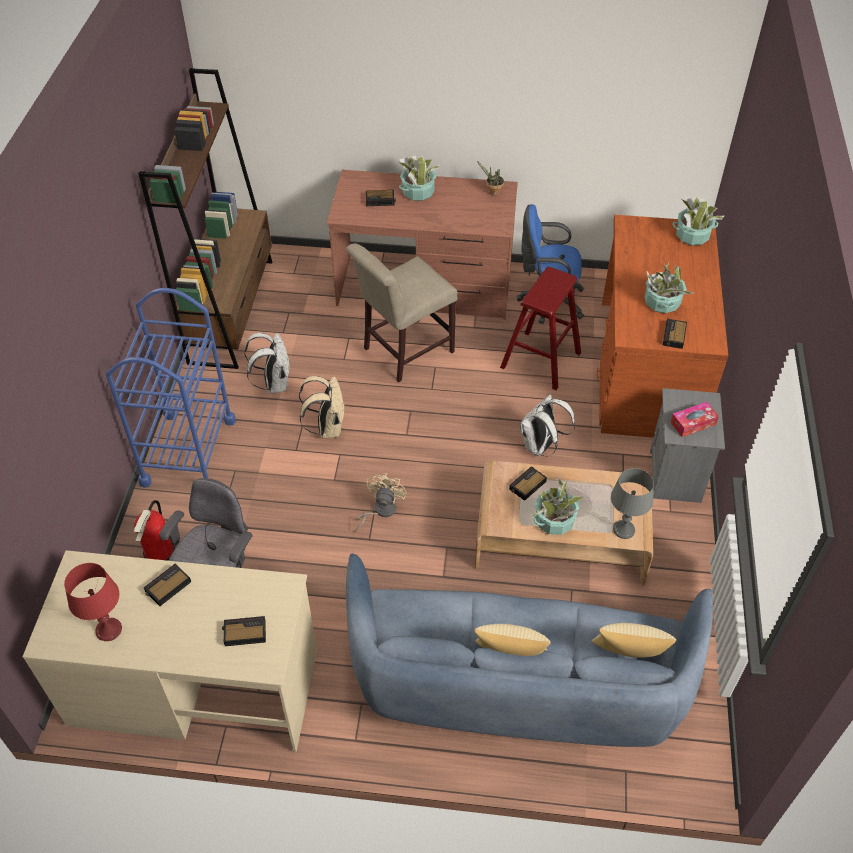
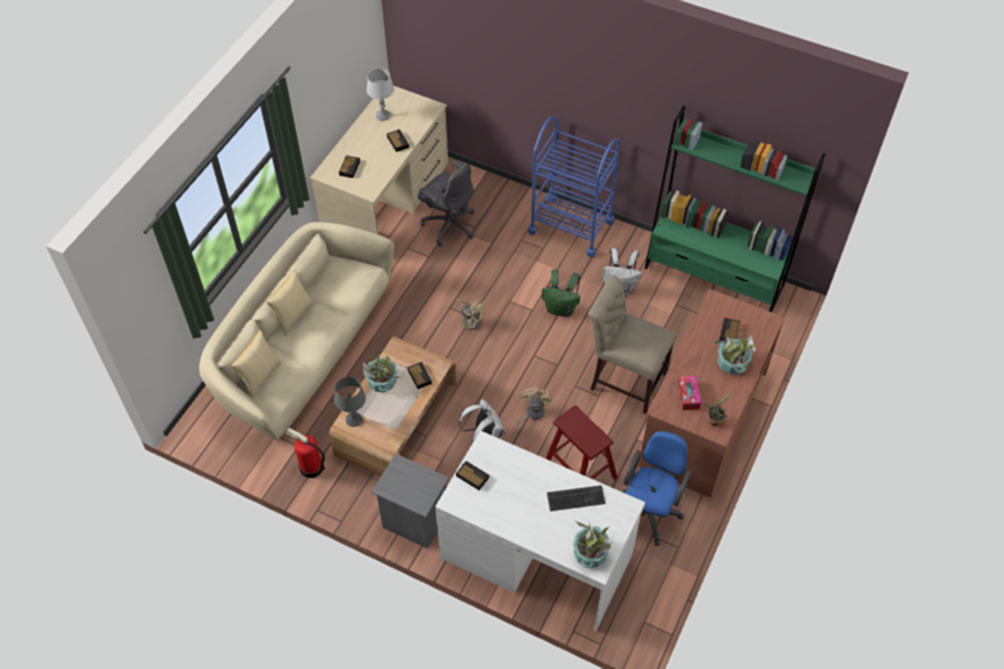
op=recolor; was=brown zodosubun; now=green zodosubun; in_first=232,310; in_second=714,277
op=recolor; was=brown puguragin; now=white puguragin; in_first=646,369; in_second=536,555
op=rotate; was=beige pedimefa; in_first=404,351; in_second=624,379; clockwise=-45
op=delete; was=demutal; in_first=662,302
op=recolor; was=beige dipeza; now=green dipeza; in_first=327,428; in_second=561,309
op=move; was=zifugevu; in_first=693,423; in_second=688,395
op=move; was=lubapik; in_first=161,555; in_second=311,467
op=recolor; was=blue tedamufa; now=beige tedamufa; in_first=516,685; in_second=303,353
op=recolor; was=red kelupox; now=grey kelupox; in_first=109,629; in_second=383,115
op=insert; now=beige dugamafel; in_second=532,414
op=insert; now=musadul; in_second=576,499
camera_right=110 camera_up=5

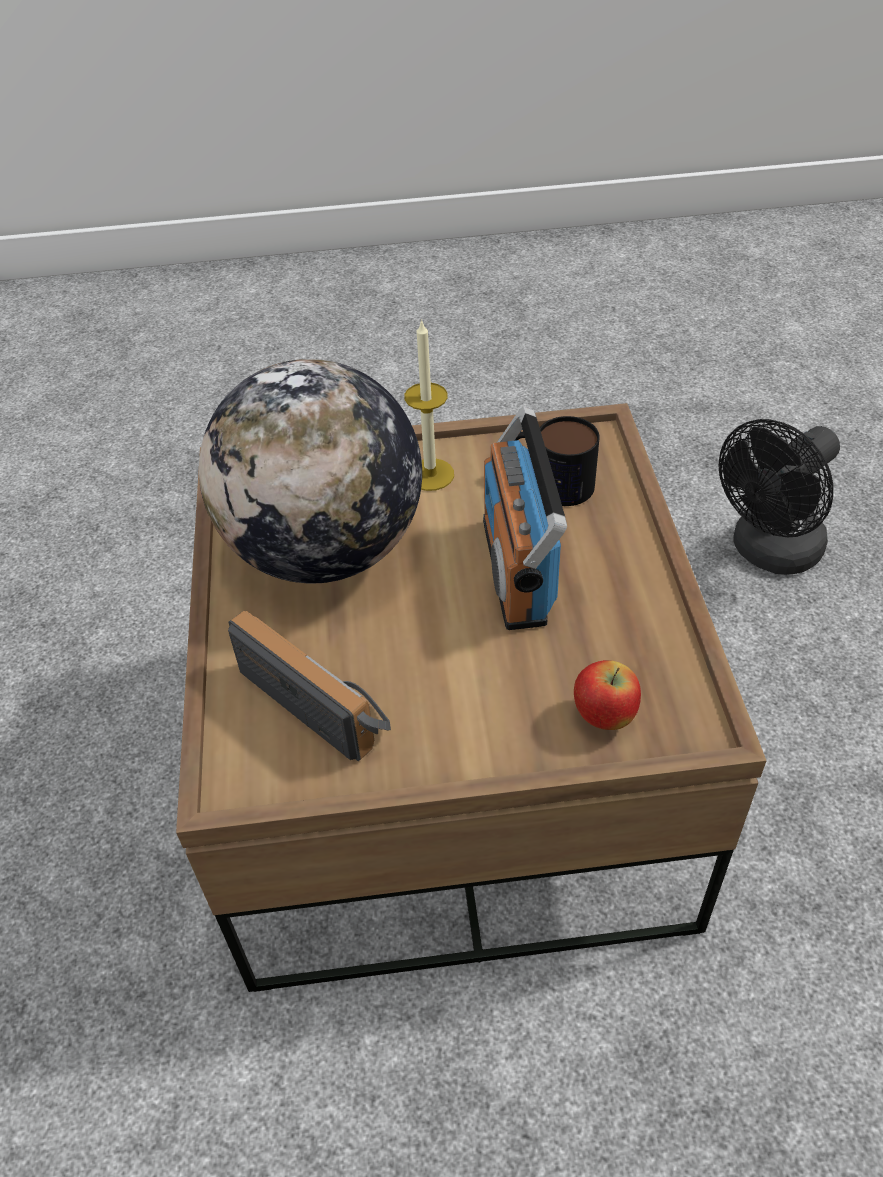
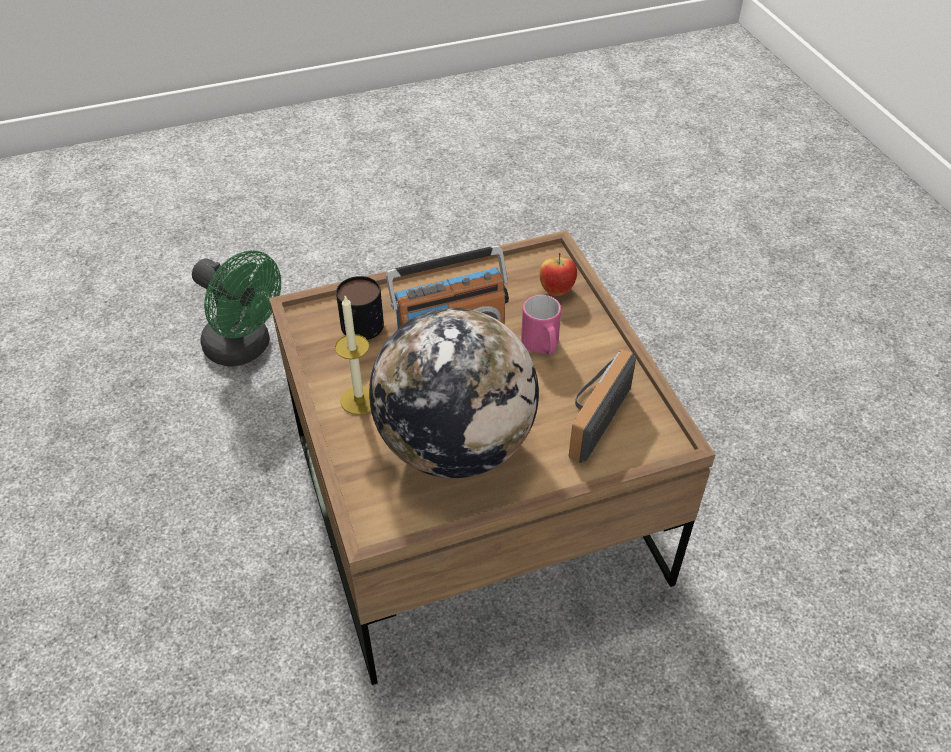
op=recolor; was=black dugamafel; now=green dugamafel; in_first=768,553; in_second=245,348
op=insert; now=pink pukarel; in_second=542,347
camera_right=-105 camera_up=0

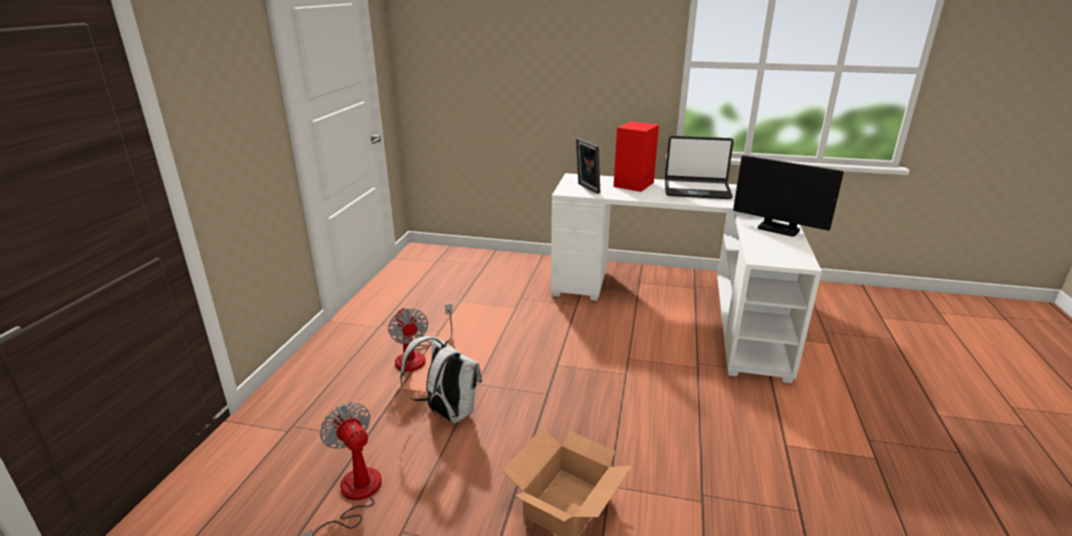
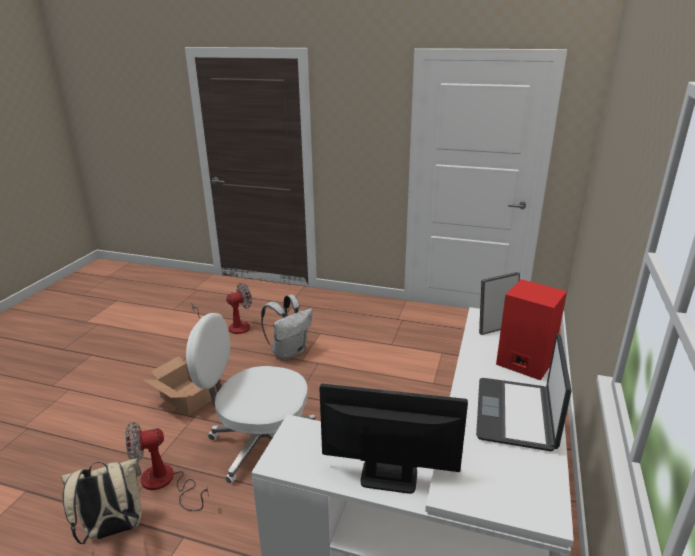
op=rotate; was=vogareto; in_first=778,229; in_second=388,476; clockwise=60
op=move; was=dugamafel; in_first=418,356; in_second=165,483
op=insert; now=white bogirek; in_second=260,444
op=insert; now=beige dipeza; in_second=113,530
camera_right=95 camera_up=0

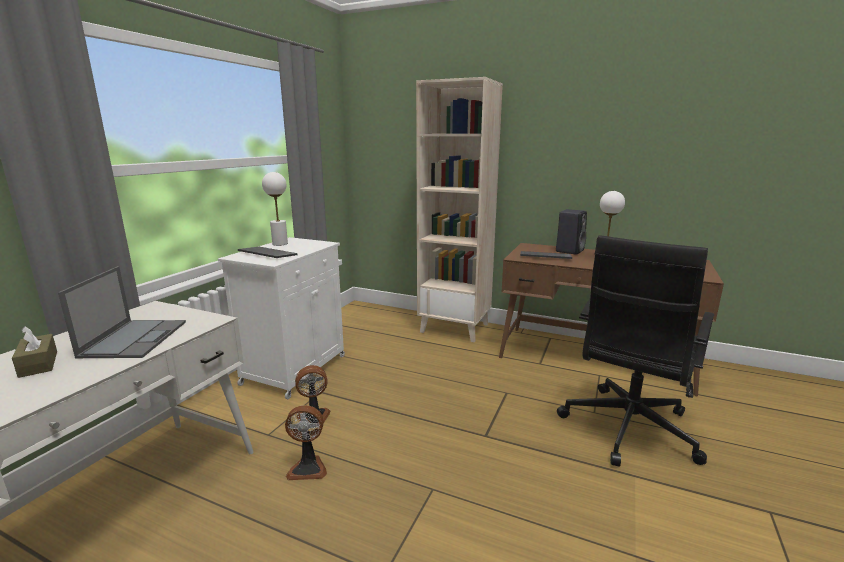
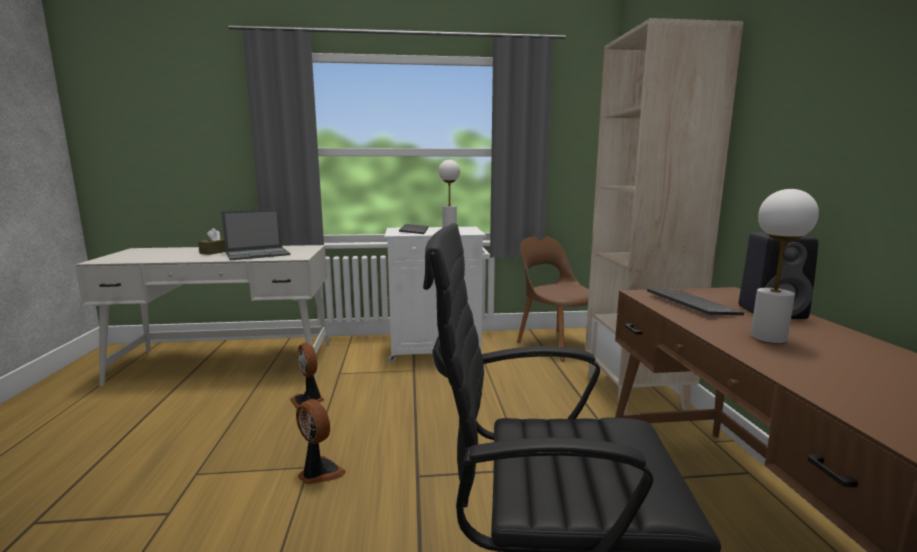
op=move; was=dugamafel; in_first=314,418; in_second=319,473
op=insert; now=brown pedimefa; in_second=557,344
camera_right=60 camera_up=-5

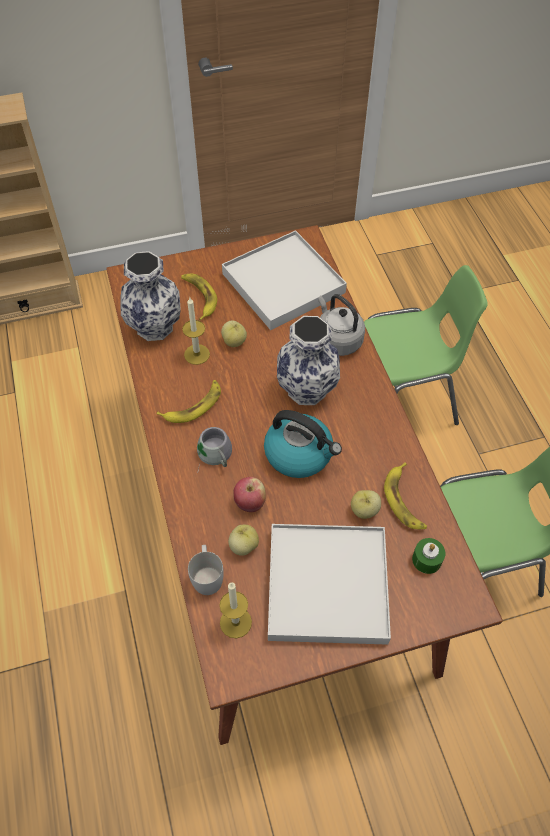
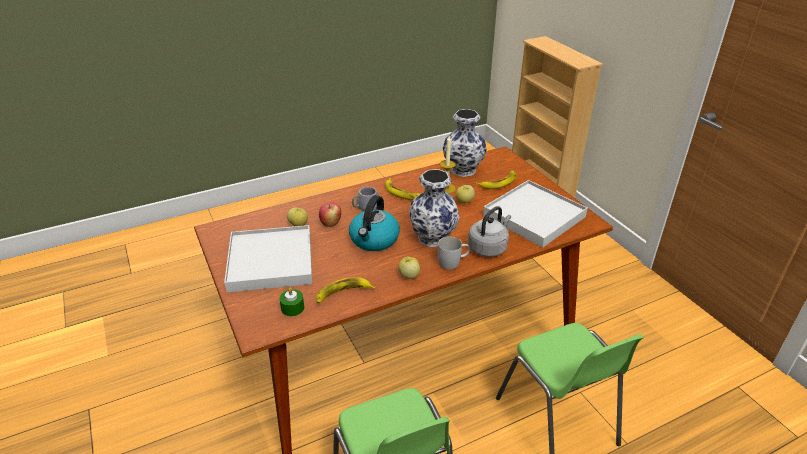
op=move; was=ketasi; in_first=364,511; in_second=409,275
op=move; was=white pukarel; in_first=207,575; in_second=453,262
op=delete; was=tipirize; in_first=235,622
camera_right=80 camera_up=-20

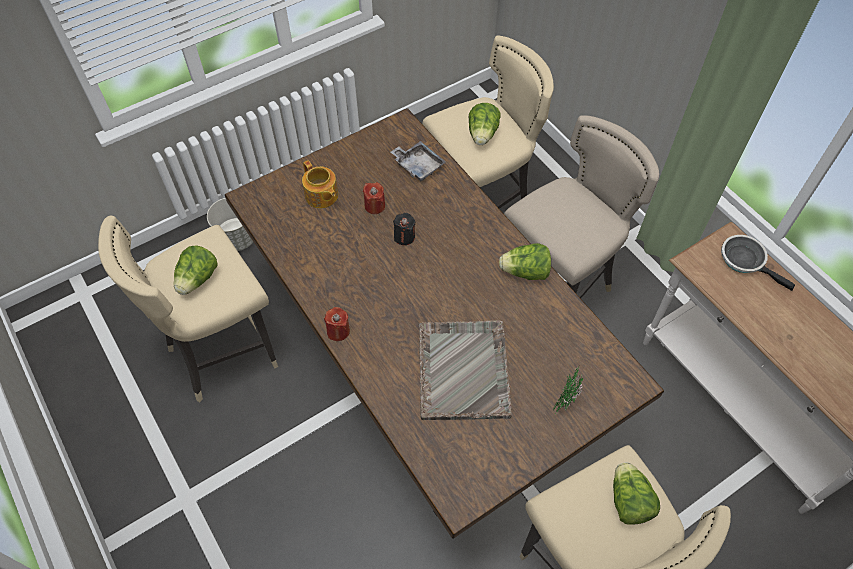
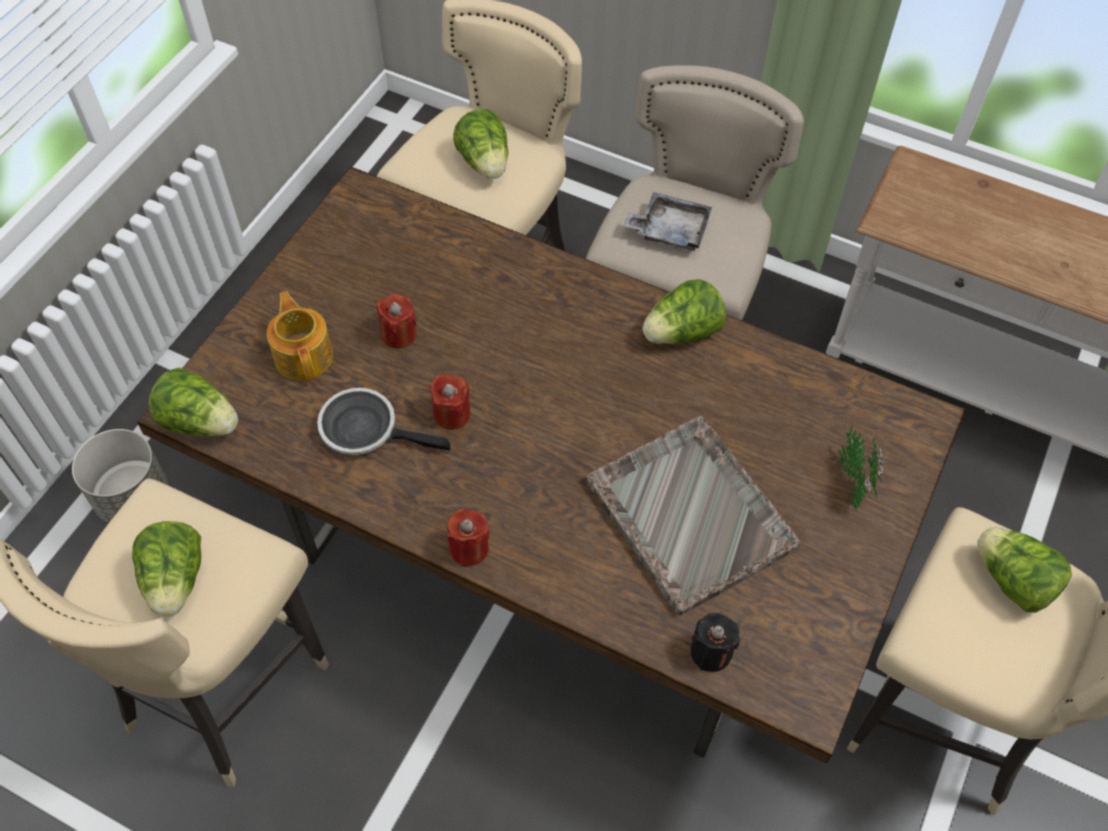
op=move; was=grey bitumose; in_first=418,165; in_second=669,230
op=rotate; was=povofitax; in_first=321,196; in_second=304,355; clockwise=-135
op=move; was=black tipirize; in_first=404,237; in_second=711,652
op=move; was=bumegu; in_first=745,260; in_second=366,430
op=insert; now=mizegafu; in_second=200,422
op=insert; now=red tipirize; in_second=452,414
camera_right=-30 camera_up=0

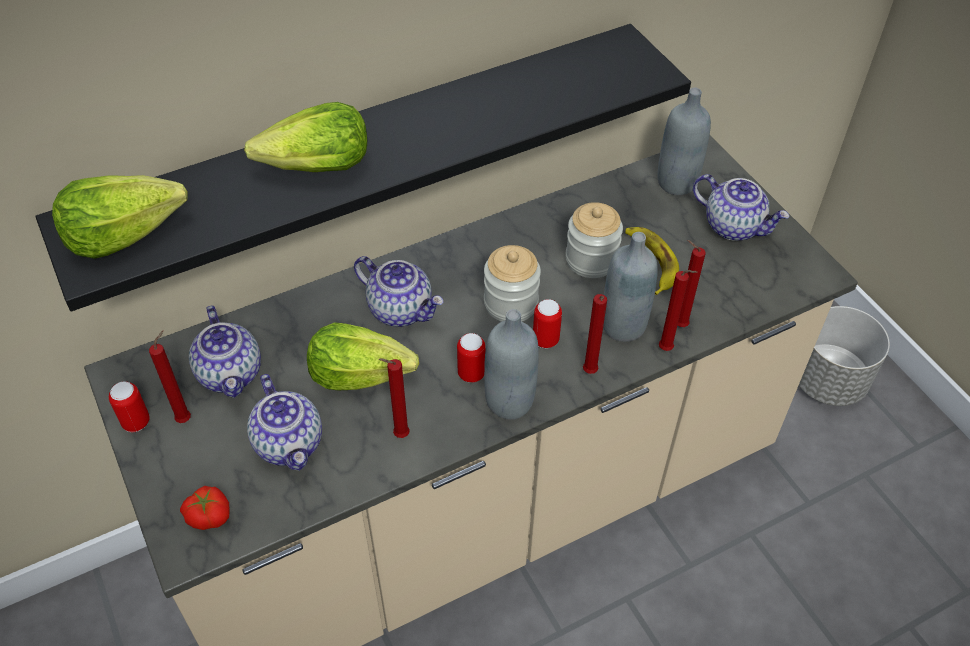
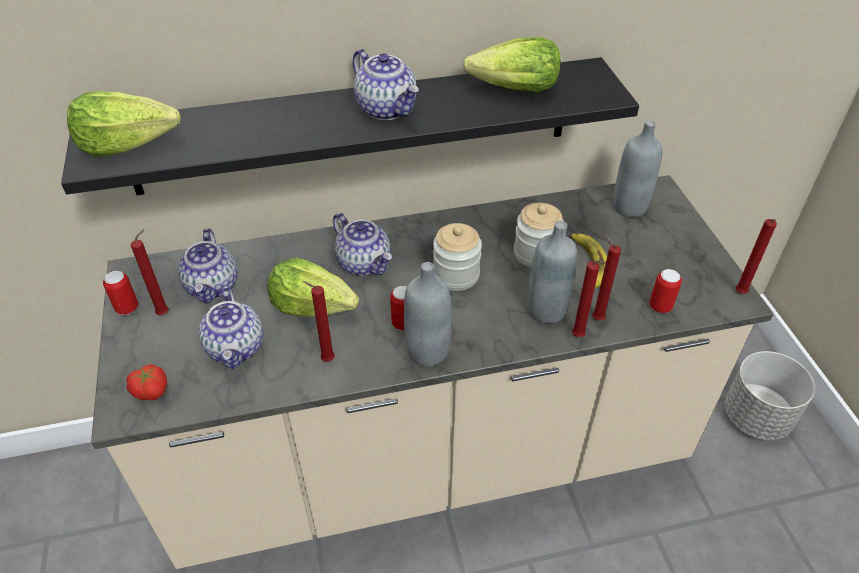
op=move; was=mizegafu; in_first=317,167; in_second=515,89
op=move; was=povofitax; in_first=734,226; in_second=387,109
op=move; was=red tipirize; in_first=589,373; in_second=740,294
op=move; was=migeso; in_first=545,340; in_second=660,307
camera_right=15 camera_up=-5

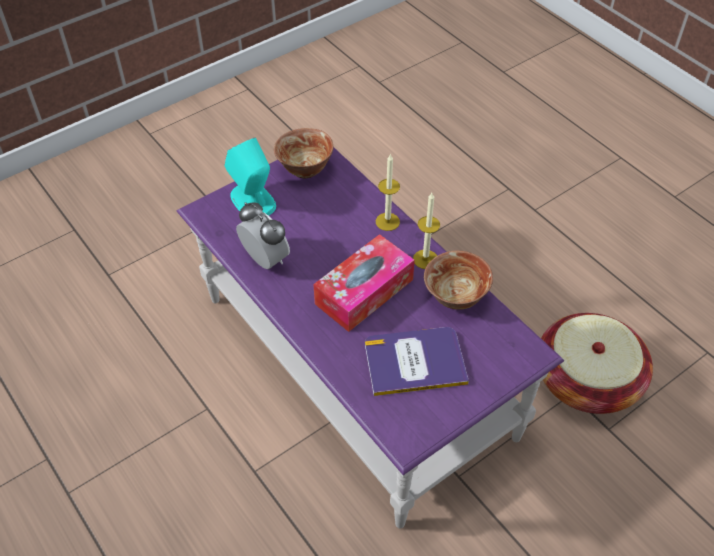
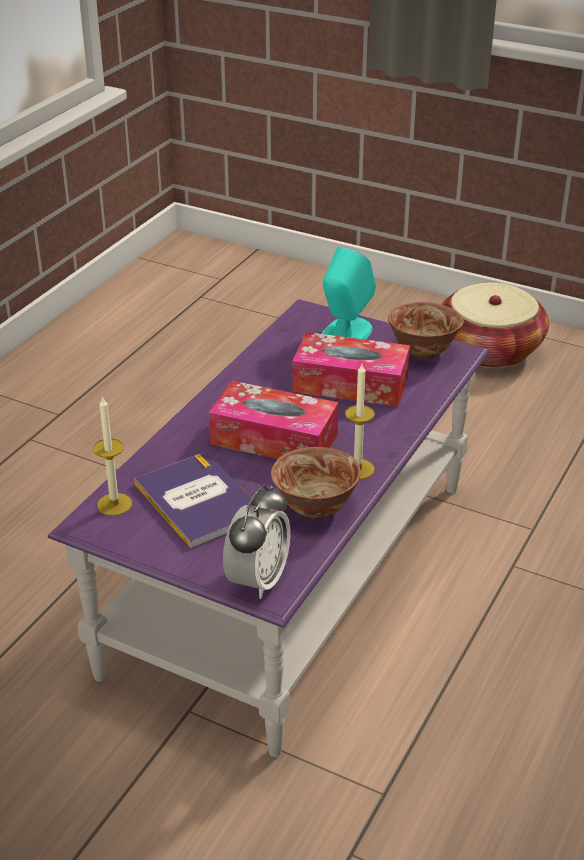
op=move; was=tipirize; in_first=387,221; in_second=114,504
op=move; was=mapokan; in_first=265,259; in_second=258,580
op=move; was=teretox; in_first=586,380; in_second=489,349
op=insert; now=zifugevu; in_second=350,384
camera_right=65 camera_up=-15

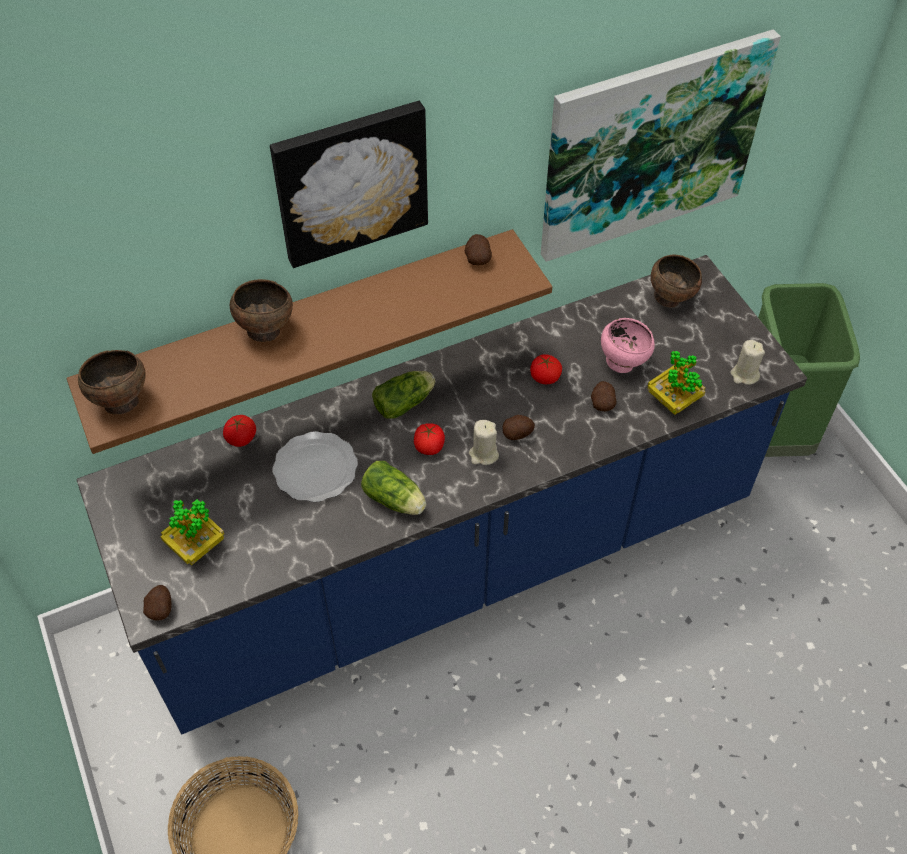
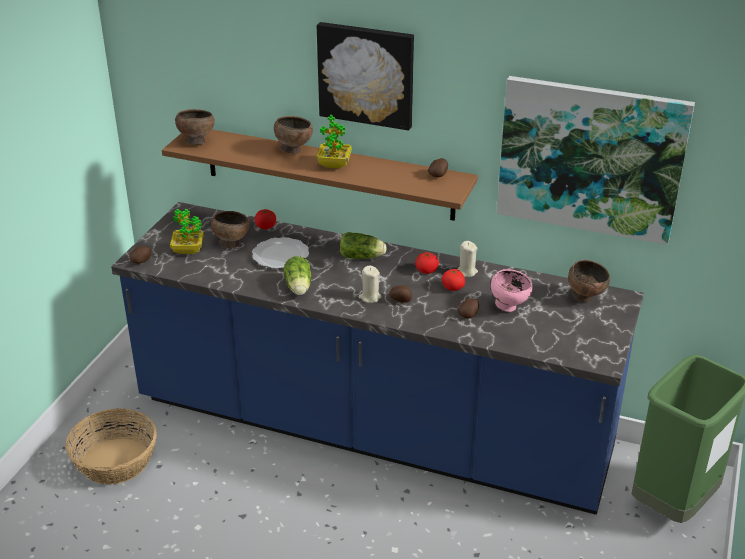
op=move; was=beige tipirize; in_first=744,375; in_second=466,271
op=move; was=demutal; in_first=673,399; in_second=334,165
op=move; was=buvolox; in_first=429,447; in_second=426,271
op=insert; now=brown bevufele; in_second=231,244
camera_right=45 camera_up=-20

